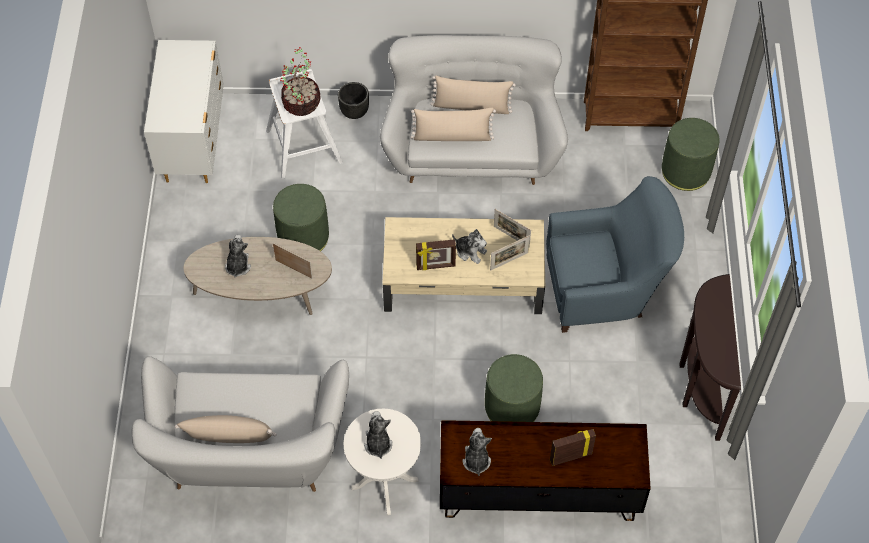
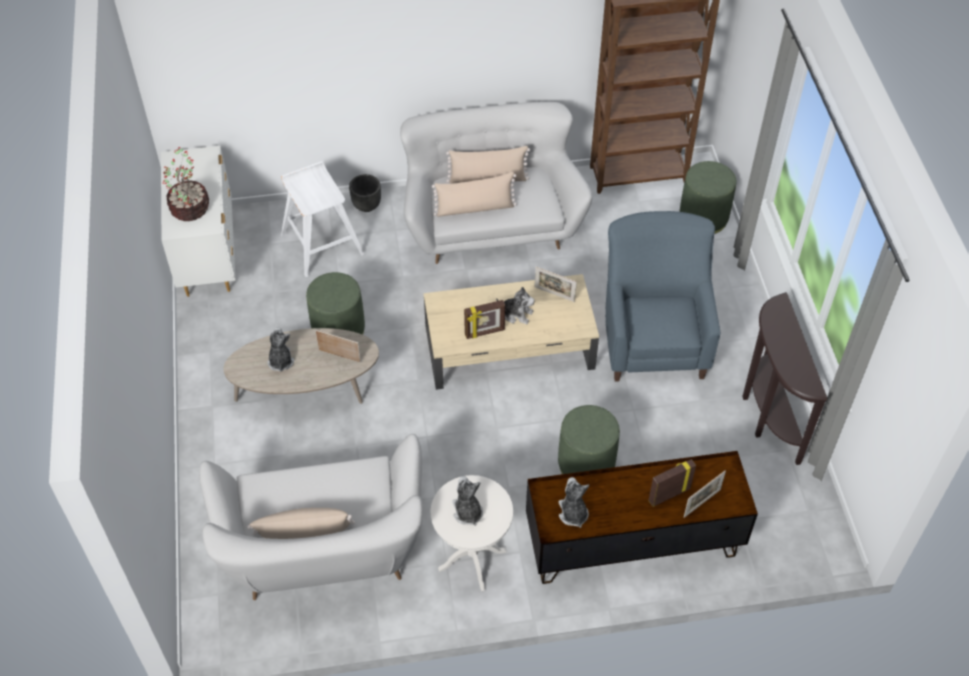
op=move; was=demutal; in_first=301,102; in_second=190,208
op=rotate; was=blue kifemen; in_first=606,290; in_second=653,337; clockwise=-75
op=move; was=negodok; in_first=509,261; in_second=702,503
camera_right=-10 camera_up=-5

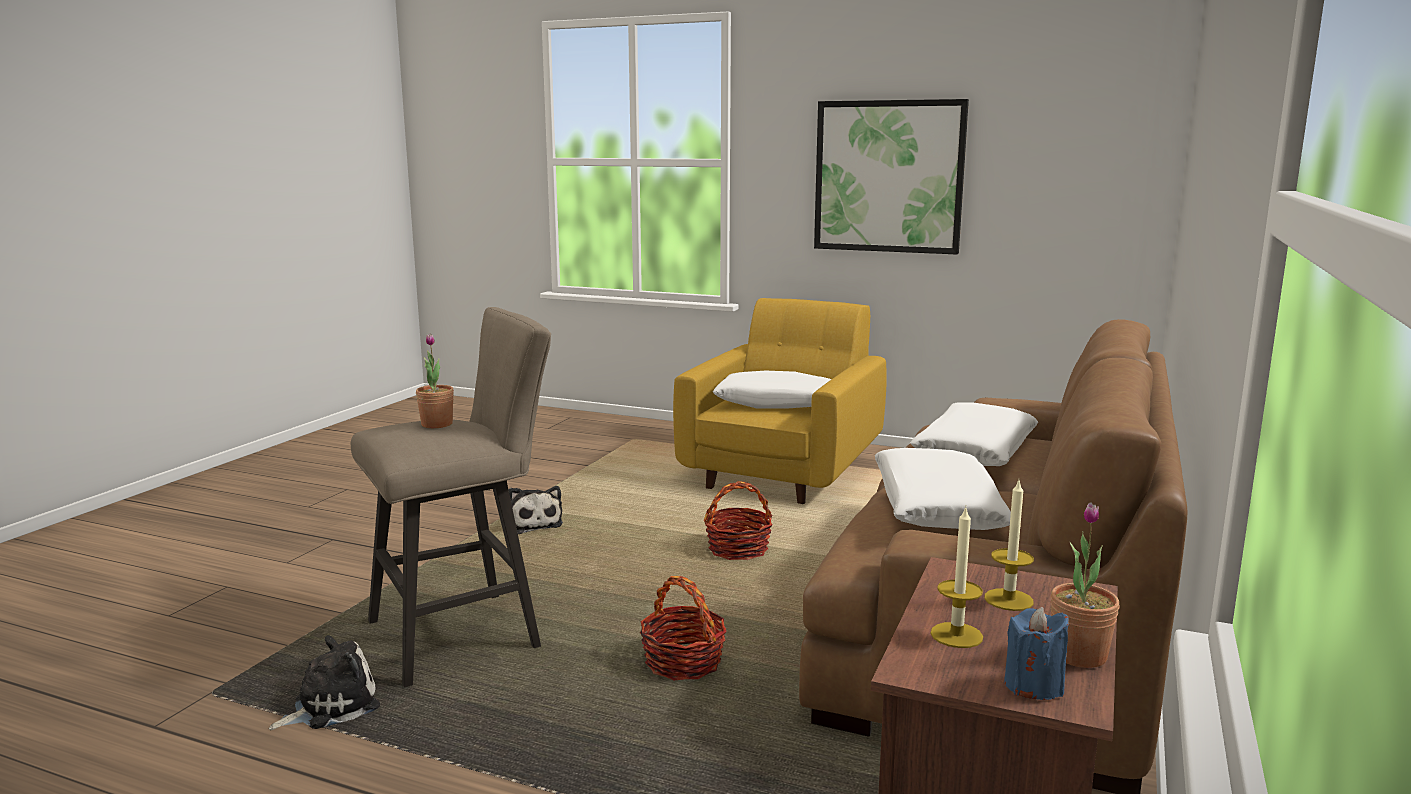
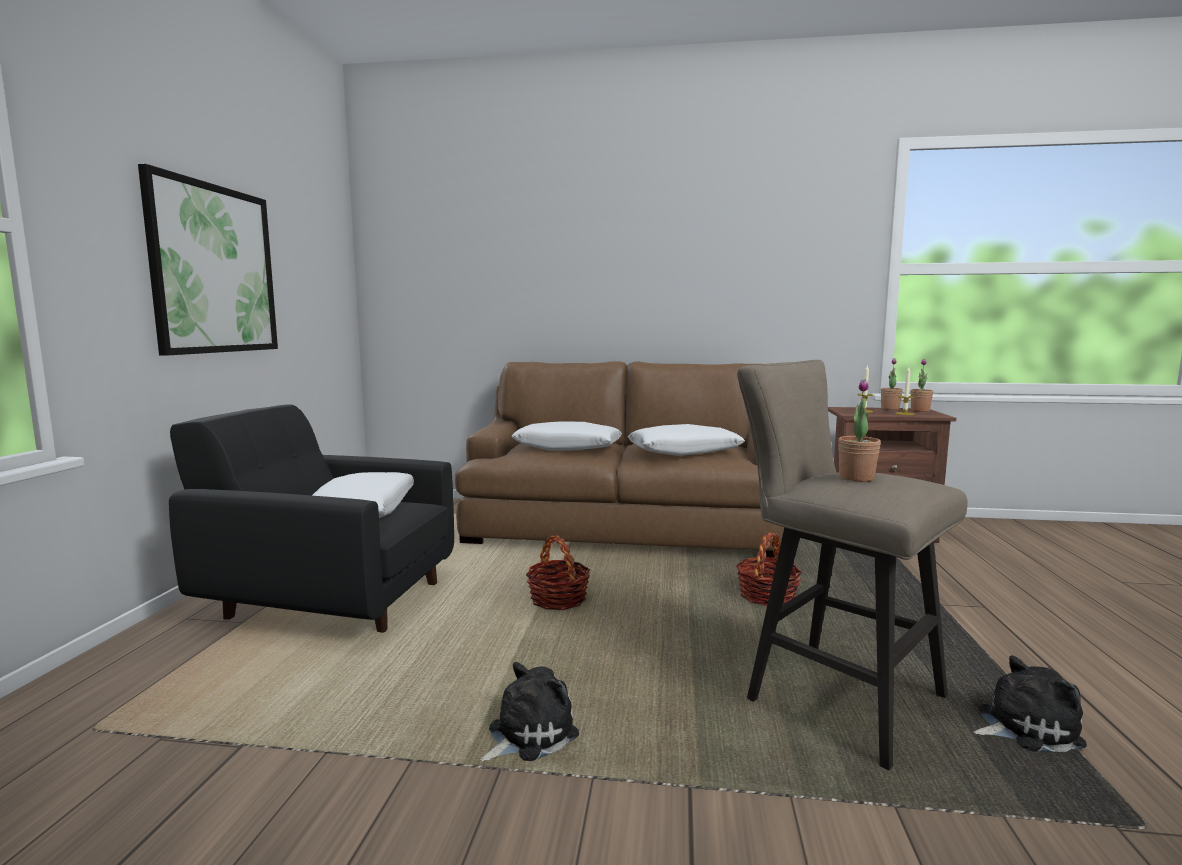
op=recolor; was=yellow kifemen; now=black kifemen; in_first=784,473; in_second=330,599
op=replace; was=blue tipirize; now=demutal; in_first=1033,685; in_second=920,410
op=rotate; was=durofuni; in_first=331,705; in_second=1022,728; clockwise=135
camera_right=-105 camera_up=-5

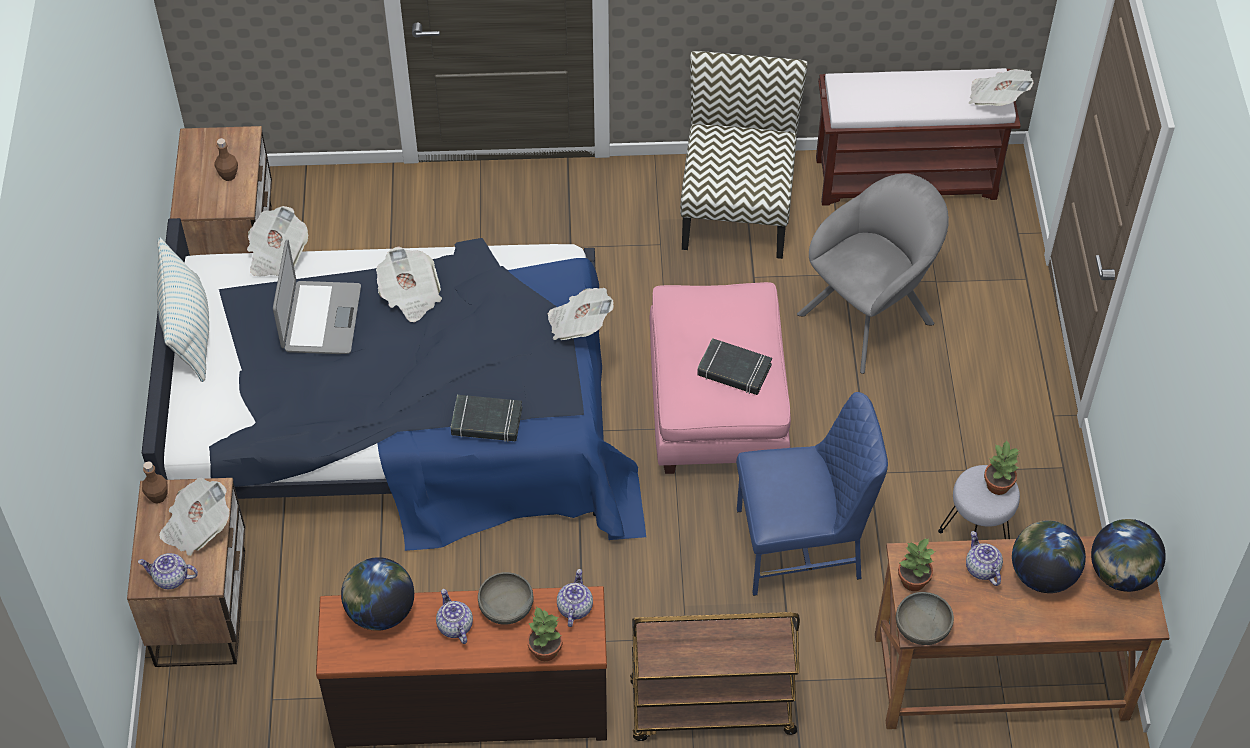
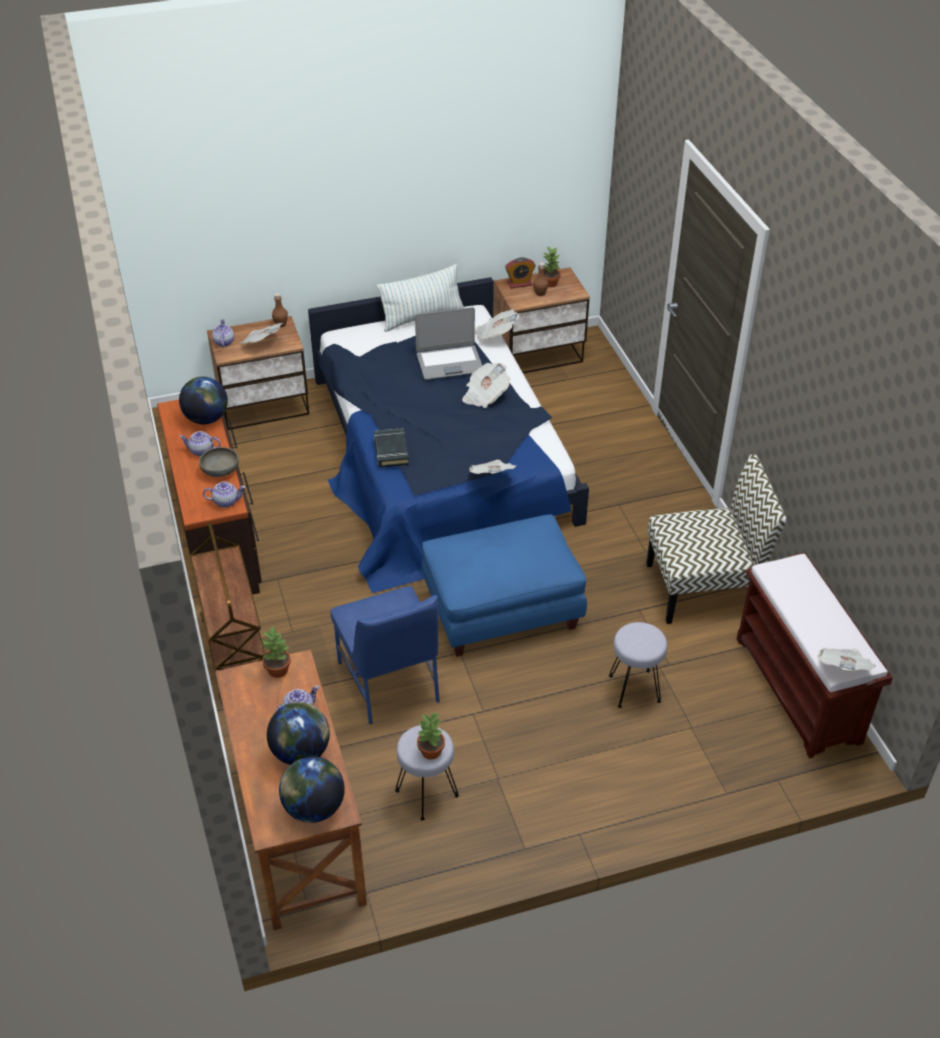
op=replace; was=grey kifemen; now=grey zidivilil; in_first=871,315; in_second=634,689
op=recolor; was=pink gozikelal; now=blue gozikelal; in_first=715,407; in_second=502,610
op=delete; was=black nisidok; in_first=734,371
op=rotate; was=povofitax; in_first=454,626; in_second=201,451; clockwise=-135
op=delete; was=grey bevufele; in_first=922,627
op=move; was=demutal; in_first=544,650; in_second=550,283
op=insert; now=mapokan; in_second=519,283
camera_right=75 camera_up=-10

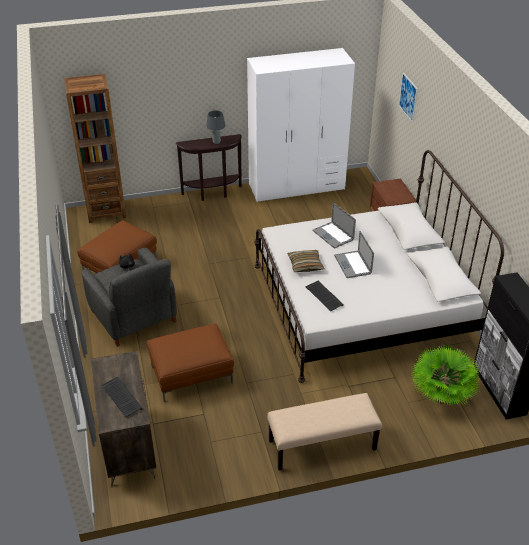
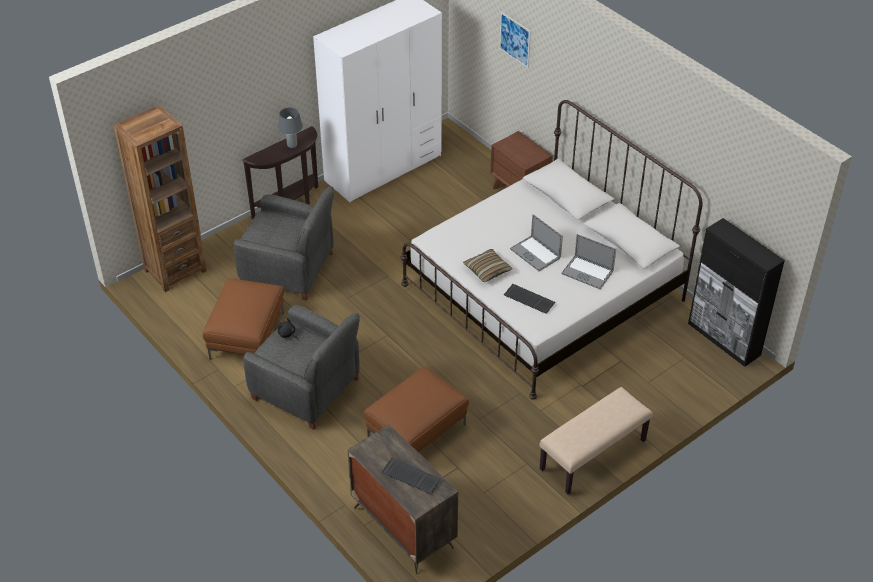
op=move; was=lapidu; in_first=333,235; in_second=587,272
op=delete; was=demutal; in_first=441,397
op=insert; now=grey kifemen; in_second=289,269
camera_right=-25 camera_up=5

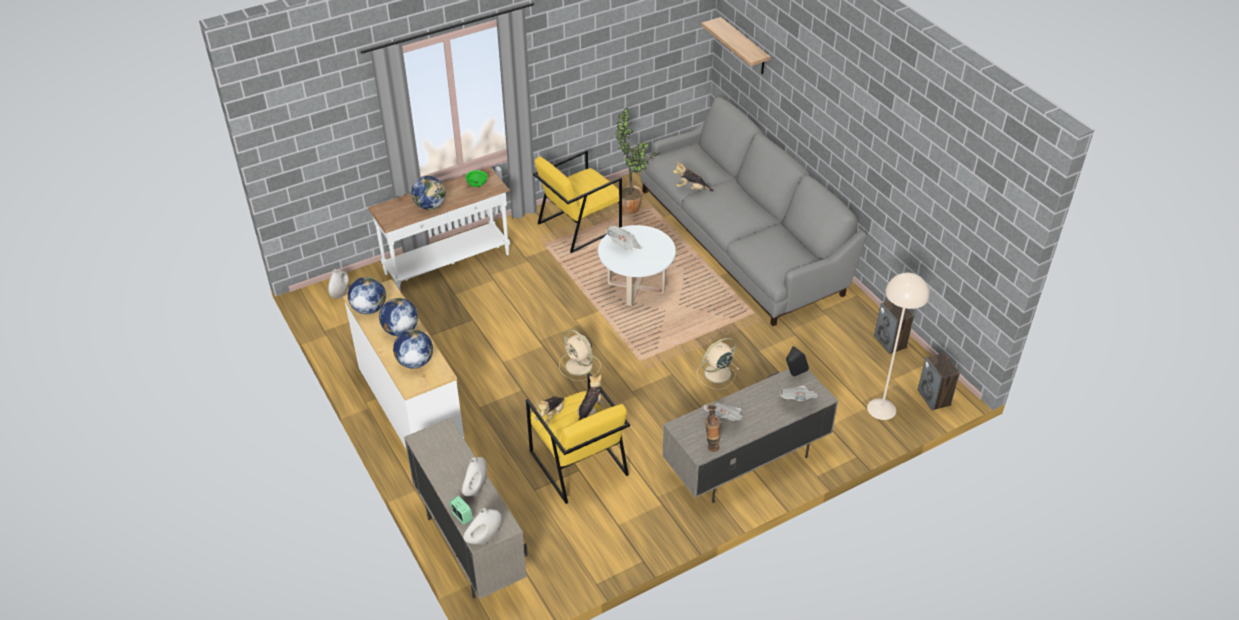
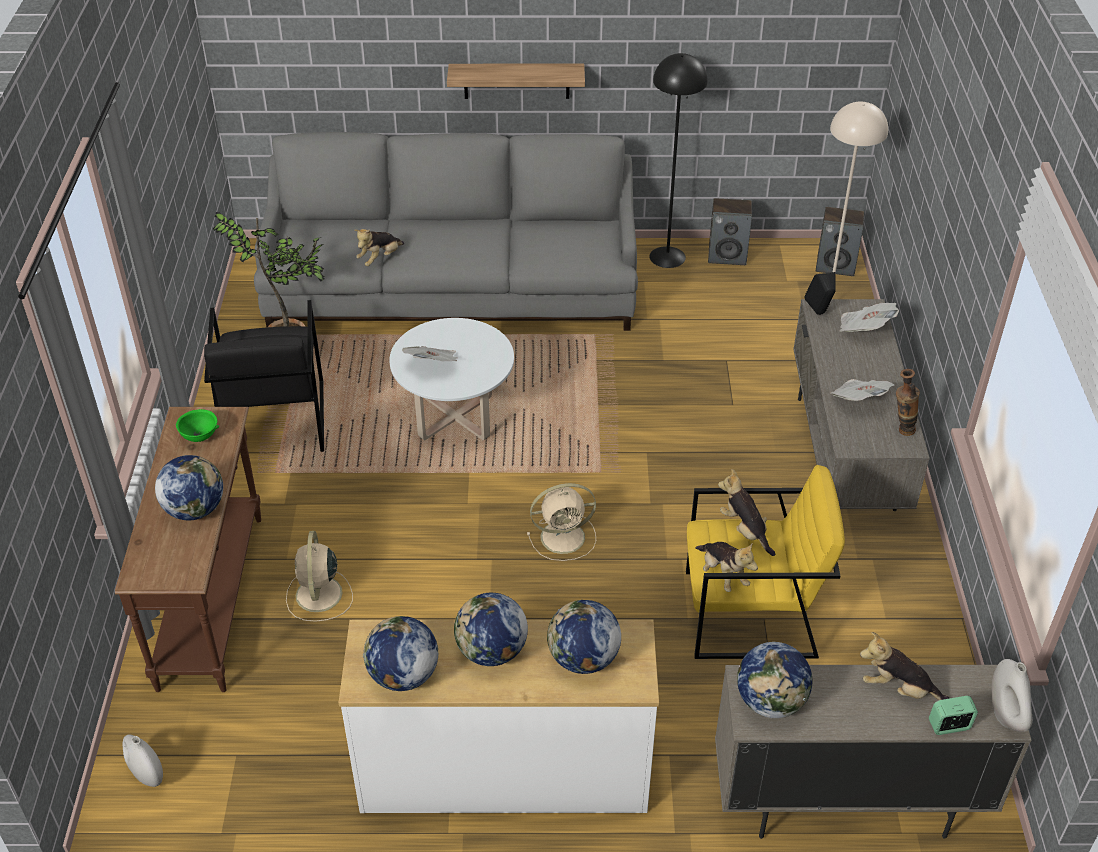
op=move; was=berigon; in_first=744,47; in_second=516,80
op=recolor; was=yellow kifemen; now=black kifemen; in_first=579,226; in_second=274,420
op=recolor; was=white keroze; now=brown keroze; in_first=448,265; in_second=214,600
op=move; was=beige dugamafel; in_first=716,374; in_second=319,596
op=replace; was=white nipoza; now=durofuni; in_first=475,489; in_second=898,688
op=insert; now=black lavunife; in_second=667,257
op=insert; now=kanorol; in_second=771,702
camera_right=-60 camera_up=0

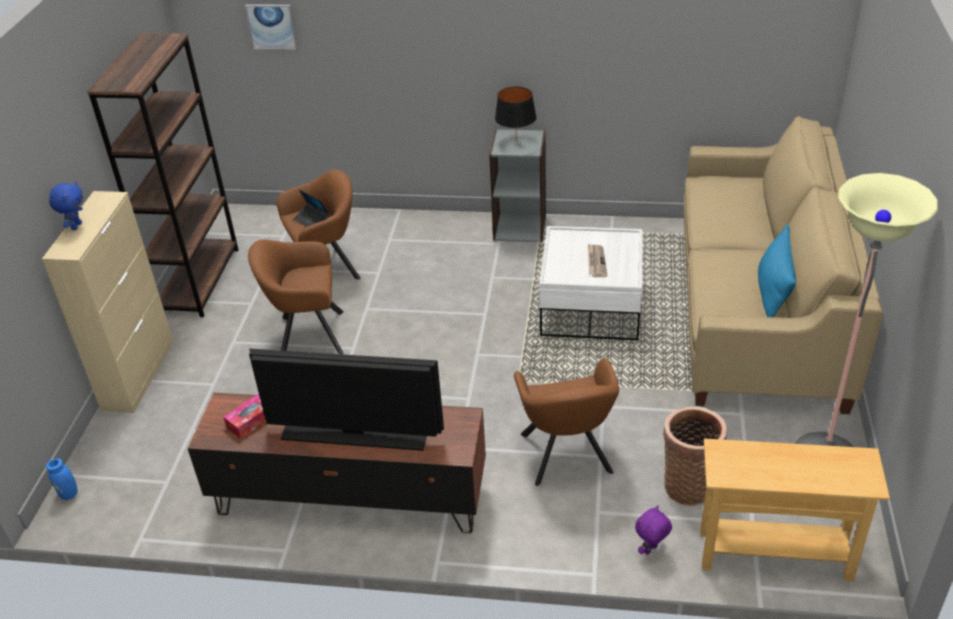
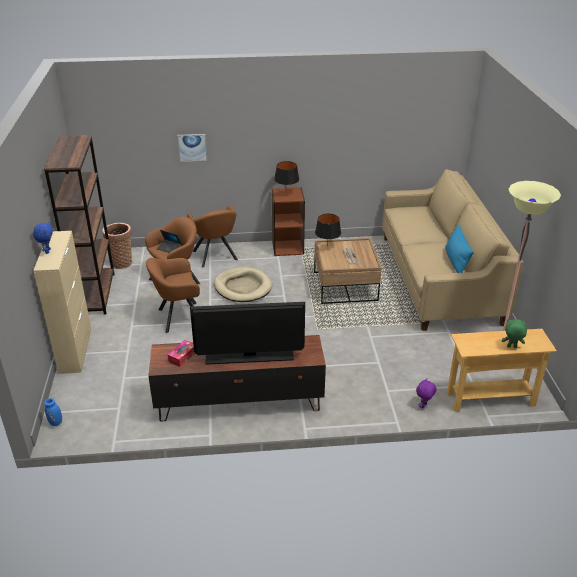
op=move; was=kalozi; in_first=272,26; in_second=192,147
op=recolor; was=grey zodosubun; now=brown zodosubun; in_first=520,227; in_second=287,247
op=recolor; was=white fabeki; now=brown fabeki; in_first=591,308; in_second=345,286
op=move; was=brown kifemen; in_first=567,457; in_second=215,256
op=move; was=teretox; in_first=688,485; in_second=121,262
op=insert; now=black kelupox; in_second=327,247
op=insert; now=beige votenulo; in_second=243,287
op=insert; now=green durofuni; in_second=511,347
camera_right=-15 camera_up=-5

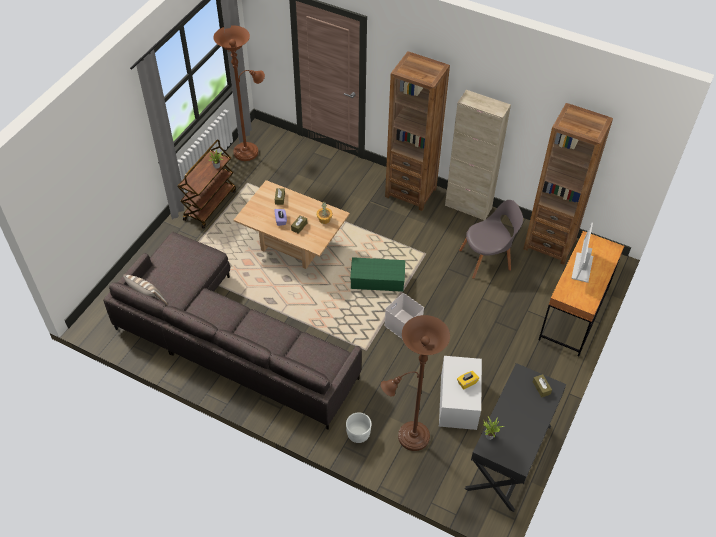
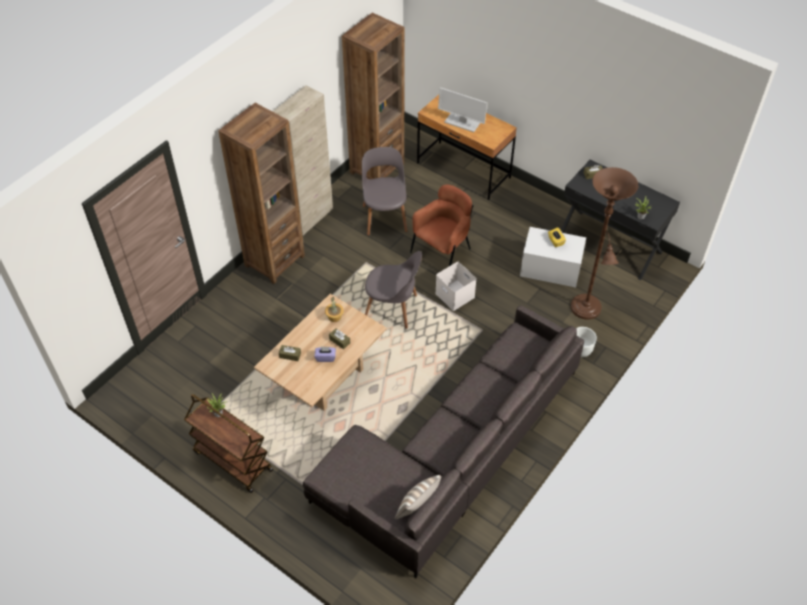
op=delete; was=brown lavunife; in_first=248,150
op=replace; was=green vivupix; now=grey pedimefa; in_first=376,280; in_second=393,308
op=insert; now=brown kifemen; in_second=442,253
camera_right=-80 camera_up=0

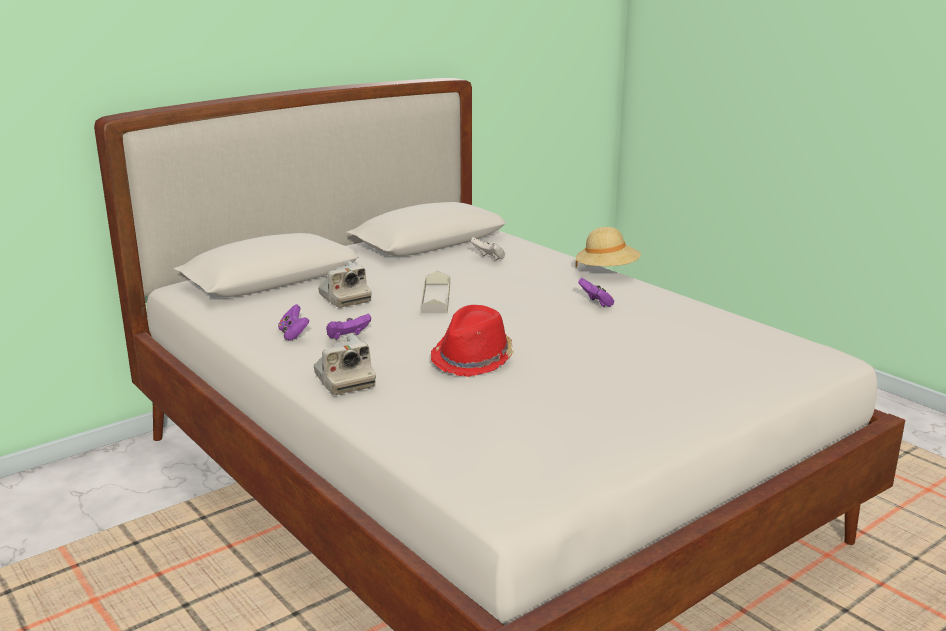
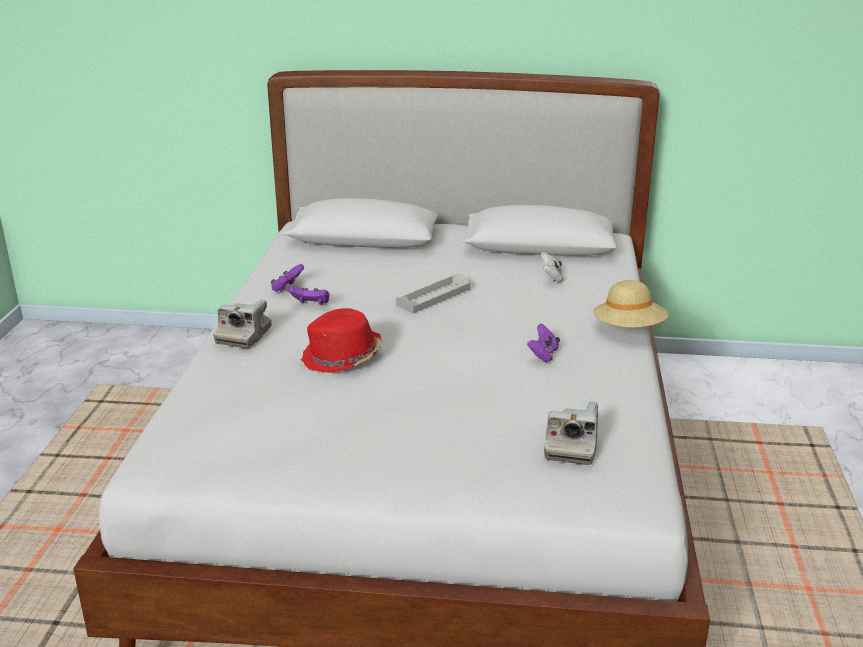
op=move; was=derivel; in_first=344,298; in_second=571,446
camera_right=45 camera_up=5

